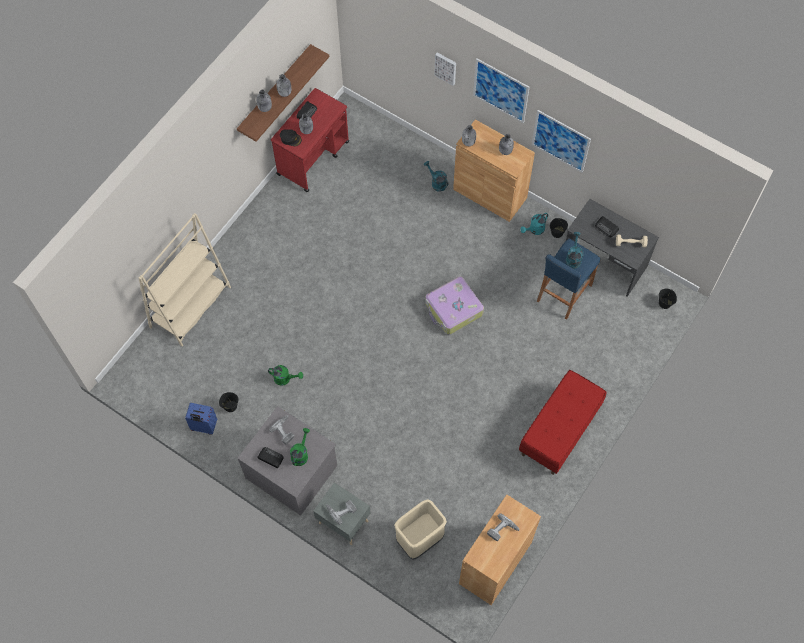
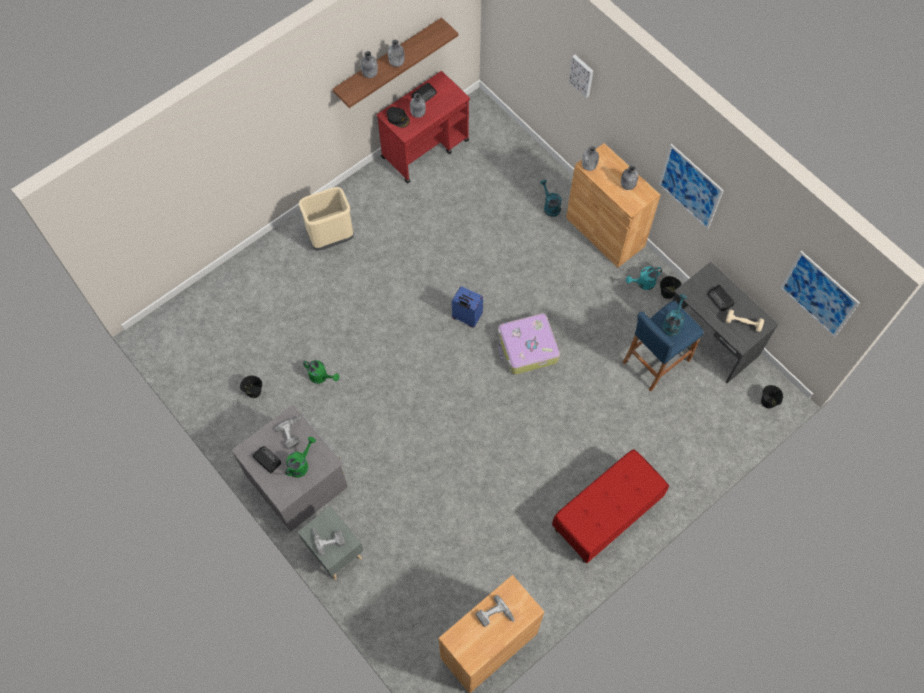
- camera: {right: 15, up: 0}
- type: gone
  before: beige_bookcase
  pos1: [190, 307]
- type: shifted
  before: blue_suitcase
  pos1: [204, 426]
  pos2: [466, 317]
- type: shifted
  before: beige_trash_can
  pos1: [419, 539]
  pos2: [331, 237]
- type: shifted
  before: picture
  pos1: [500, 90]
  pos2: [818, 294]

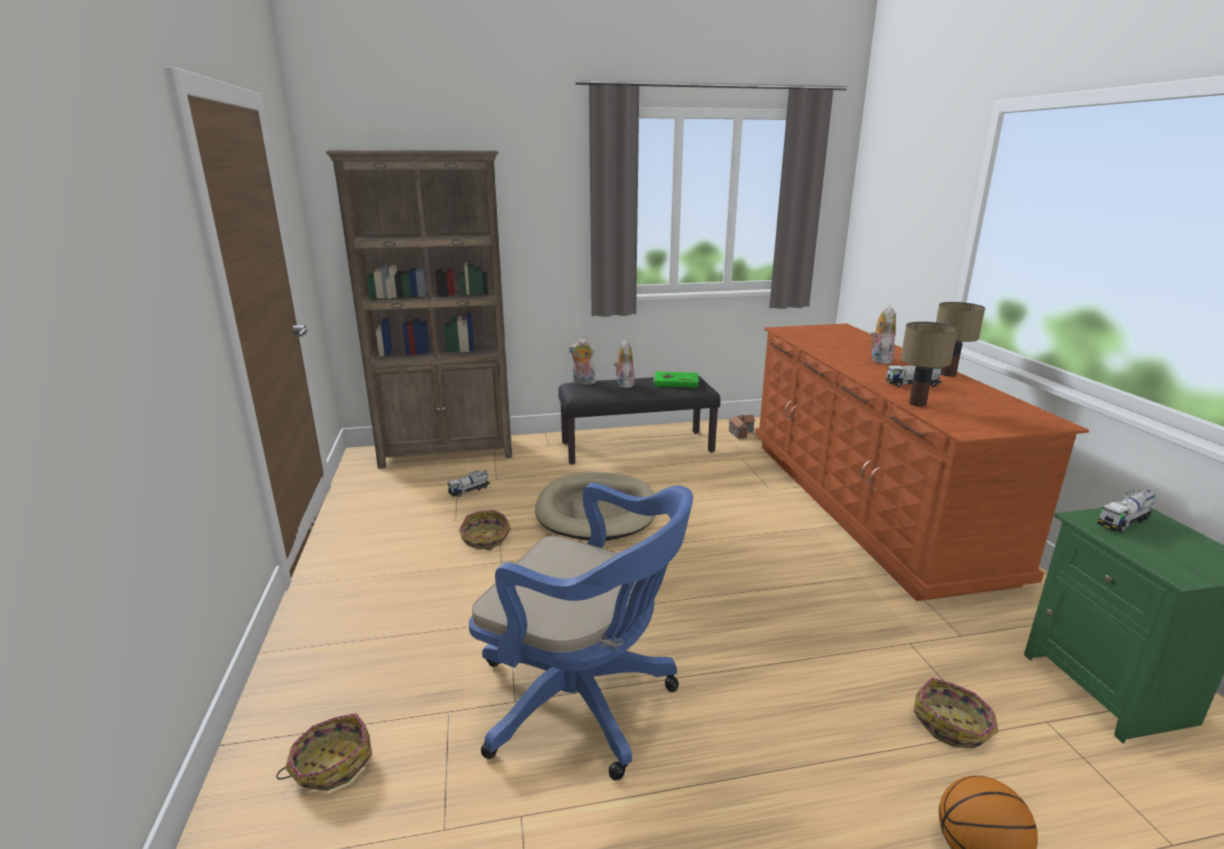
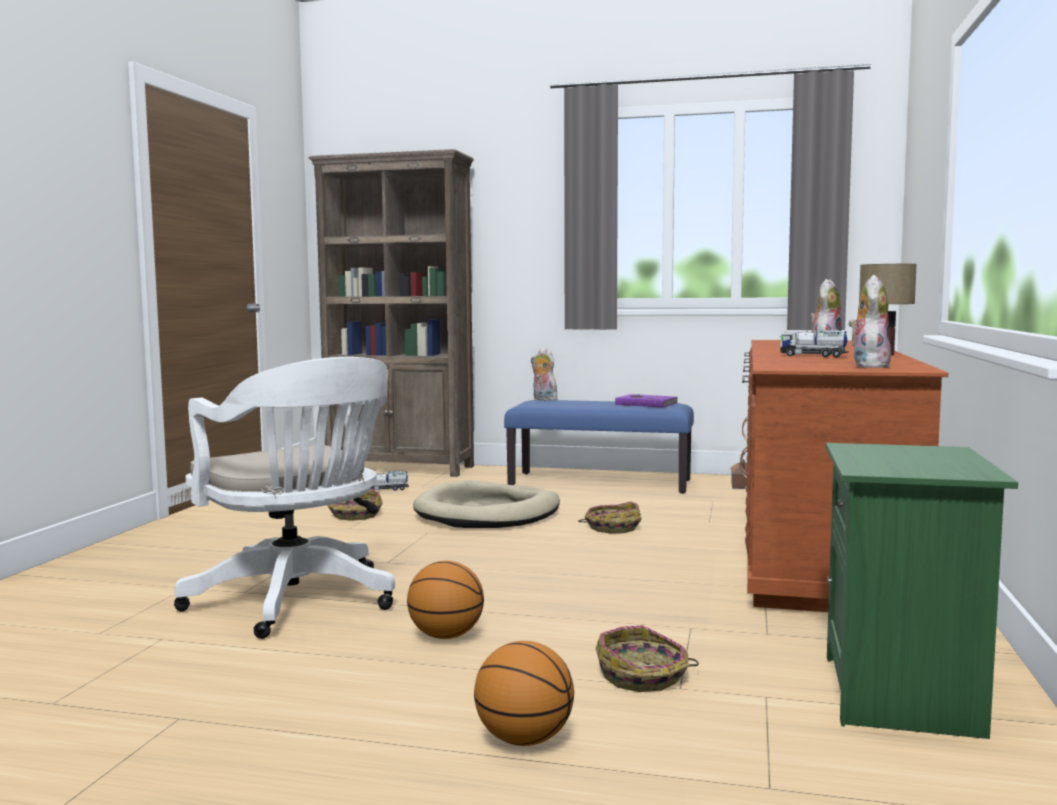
- camera: {right: 25, up: -15}
- type: gone
  before: table_lamp
  pos1: [917, 404]
- type: gone
  before: toy_truck
  pos1: [1123, 522]
- type: new
  after: basketball
  pos2: [446, 636]
- type: shifted
  before: basket
  pos1: [331, 764]
  pos2: [612, 527]
- type: shifted
  before: plush_toy
  pos1: [624, 384]
  pos2: [868, 366]
- type: repainted
  before: blue_office_chair
  after: white_office_chair
  pos1: [584, 703]
  pos2: [298, 602]
- type: repainted
  before: black_bench
  after: blue_bench
  pos1: [637, 447]
  pos2: [600, 482]
- type: repainted
  before: green_book
  after: purple_book
  pos1: [675, 381]
  pos2: [646, 403]

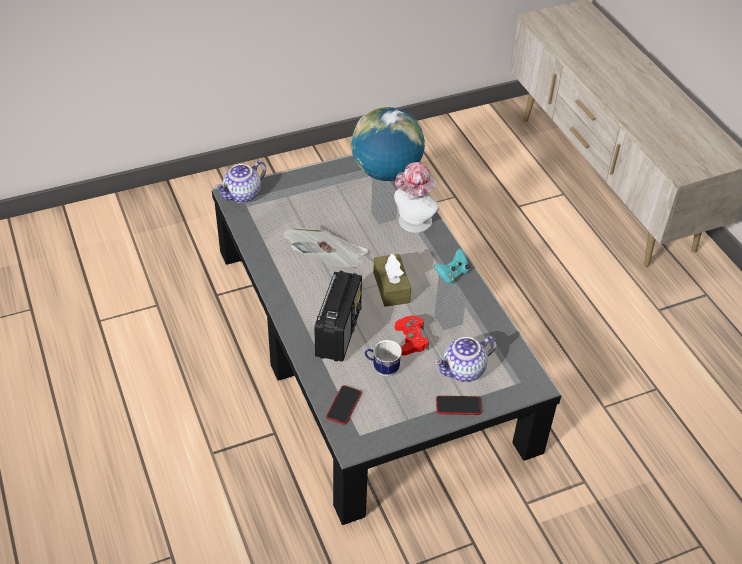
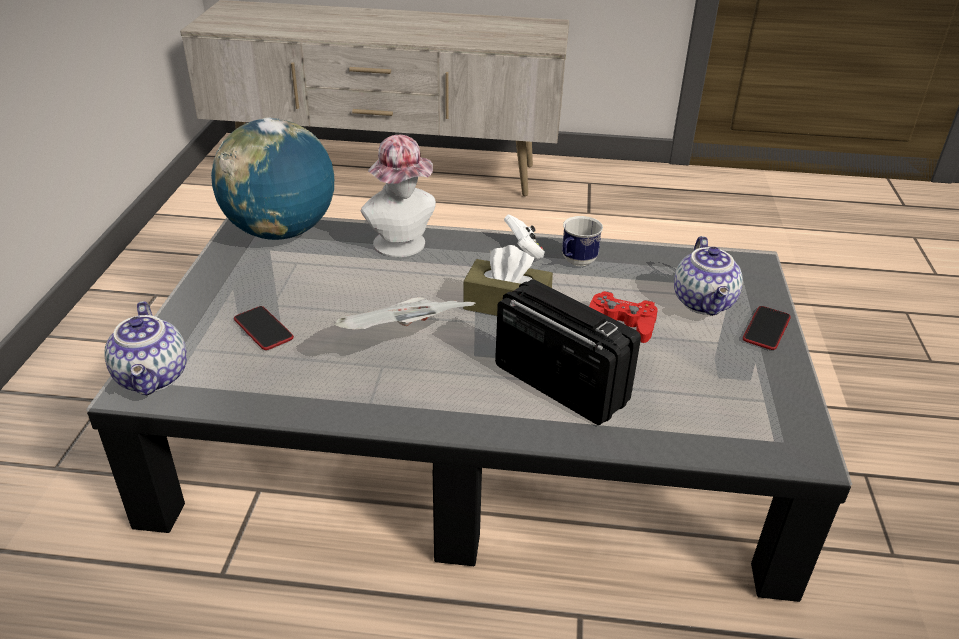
- camera: {right: -60, up: -10}
- type: shifted
  before: phone
  pos1: [344, 405]
  pos2: [263, 329]
- type: shifted
  before: mug
  pos1: [382, 368]
  pos2: [576, 262]
- type: repainted
  before: turquoise_game_controller
  after: white_game_controller
  pos1: [452, 274]
  pos2: [524, 251]

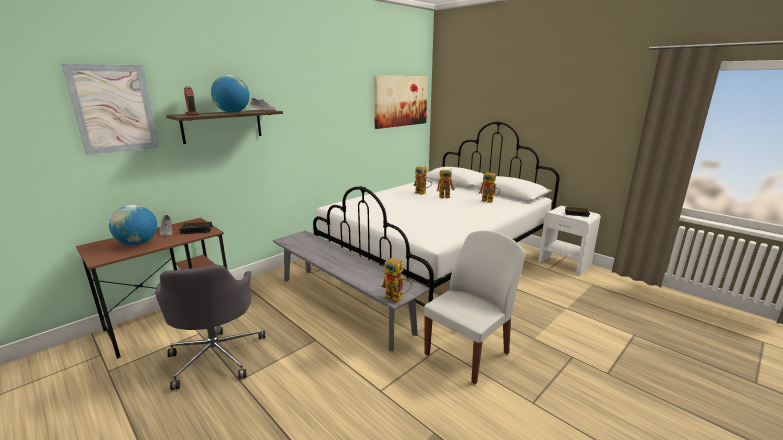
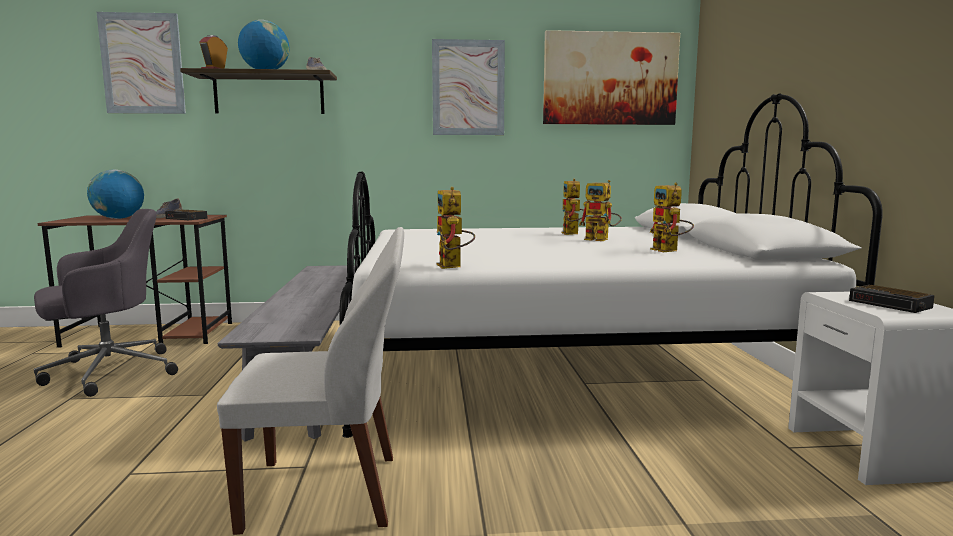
- camera: {right: 40, up: -10}
- type: new
  after: picture
  pos2: [468, 88]
- type: shifted
  before: toy_robot
  pos1: [397, 299]
  pos2: [453, 267]
- type: rotated
  before: grey_office_chair
  pos1: [217, 356]
  pos2: [107, 372]
  turn: -150

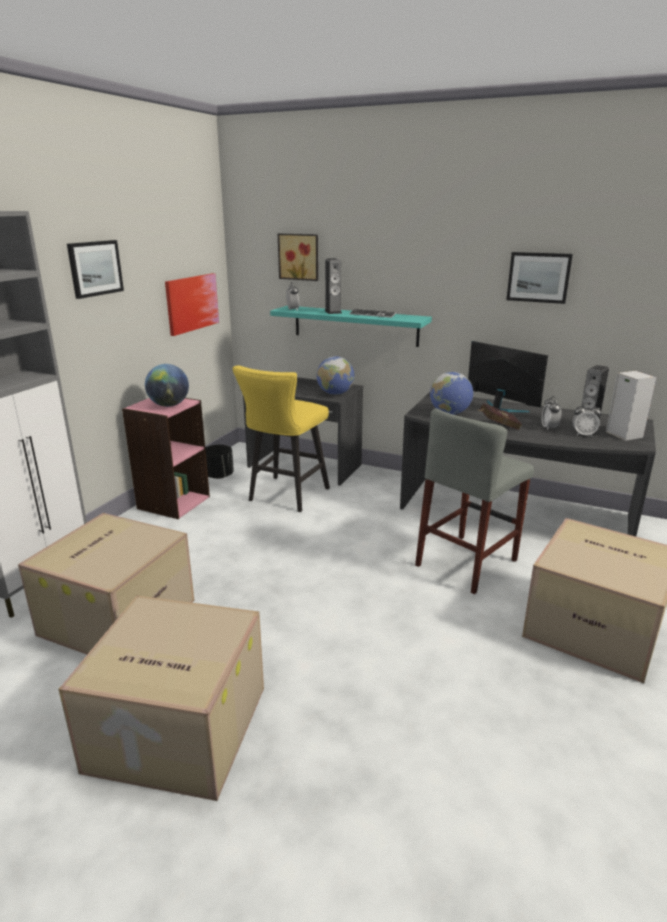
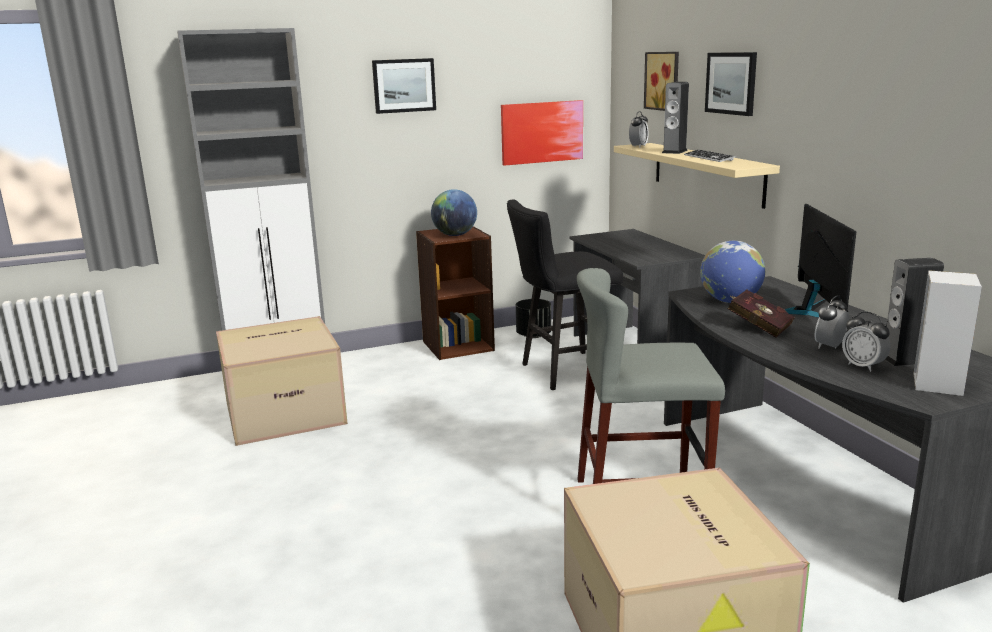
- camera: {right: 45, up: -5}
- type: gone
  before: cardboard_box
  pos1: [175, 729]
- type: gone
  before: globe
  pos1: [335, 393]
- type: shifted
  before: picture
  pos1: [538, 277]
  pos2: [731, 83]
- type: repainted
  before: pink_bookcase
  after: brown_bookcase
  pos1: [173, 502]
  pos2: [458, 345]
- type: repainted
  before: yellow_stool
  after: black_stool
  pos1: [285, 496]
  pos2: [563, 372]
- type: repainted
  before: turquoise_shelf
  after: beige_shelf
  pos1: [355, 325]
  pos2: [706, 173]

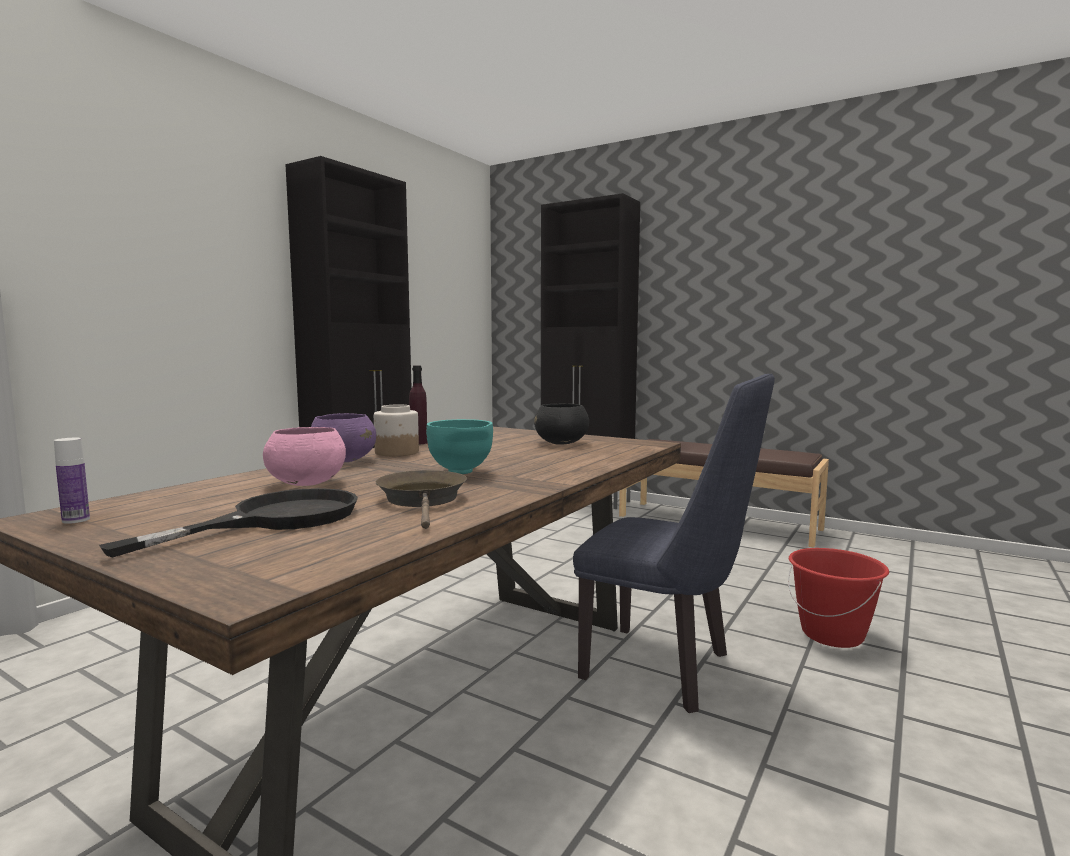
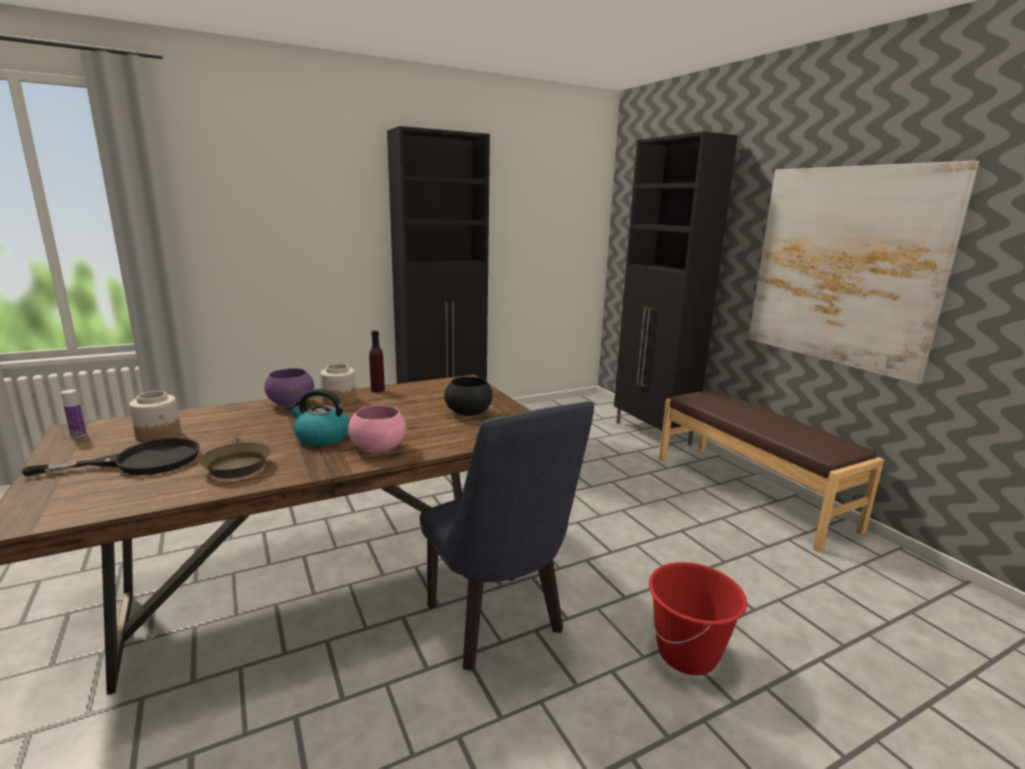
- camera: {right: 30, up: 10}
- type: new
  after: jar
  pos2: [159, 435]
- type: new
  after: picture
  pos2: [844, 267]
- type: shifted
  before: pink_bowl
  pos1: [307, 484]
  pos2: [378, 449]
- type: swapped
  before: turquoise_bowl
  after: kettle
  pos1: [461, 472]
  pos2: [322, 437]
- type: rotated
  before: brown_frying_pan
  pos1: [423, 500]
  pos2: [236, 465]
  turn: 135

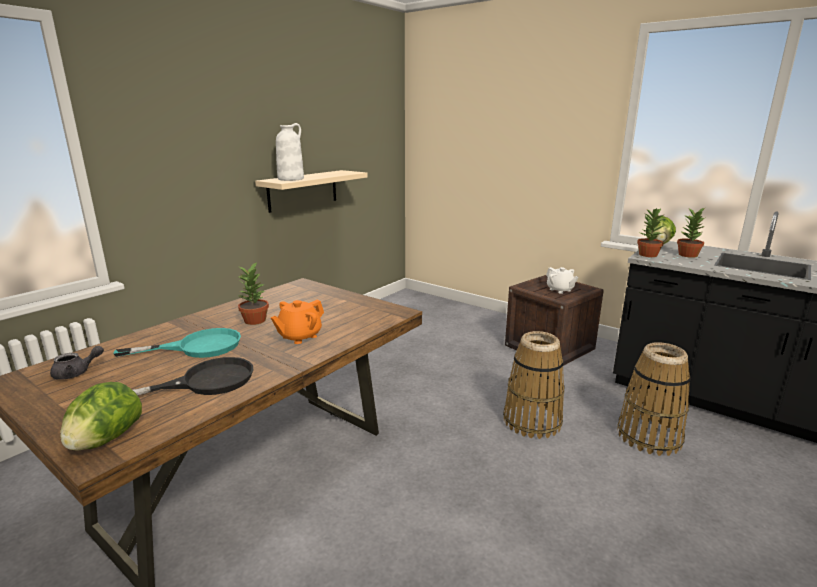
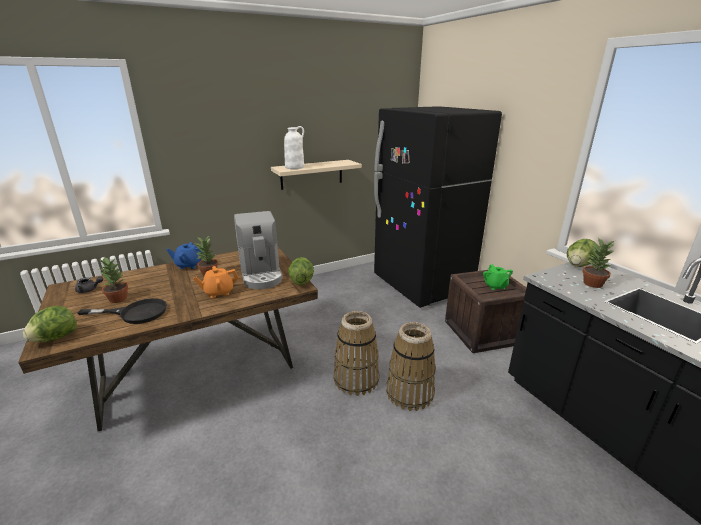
- camera: {right: 25, up: 5}
- type: gone
  before: turquoise_frying_pan
  pos1: [198, 347]
- type: new
  after: blue_teapot
  pos2: [189, 265]
- type: new
  after: coffee_machine
  pos2: [261, 274]
- type: new
  after: lettuce
  pos2: [301, 281]
- type: new
  after: black_fridge
  pos2: [421, 285]
- type: shifted
  before: basket
  pos1: [649, 437]
  pos2: [356, 379]
- type: shifted
  before: potted_plant
  pos1: [647, 255]
  pos2: [118, 299]
- type: repainted
  before: white_teapot
  after: green_teapot
  pos1: [560, 290]
  pos2: [495, 286]

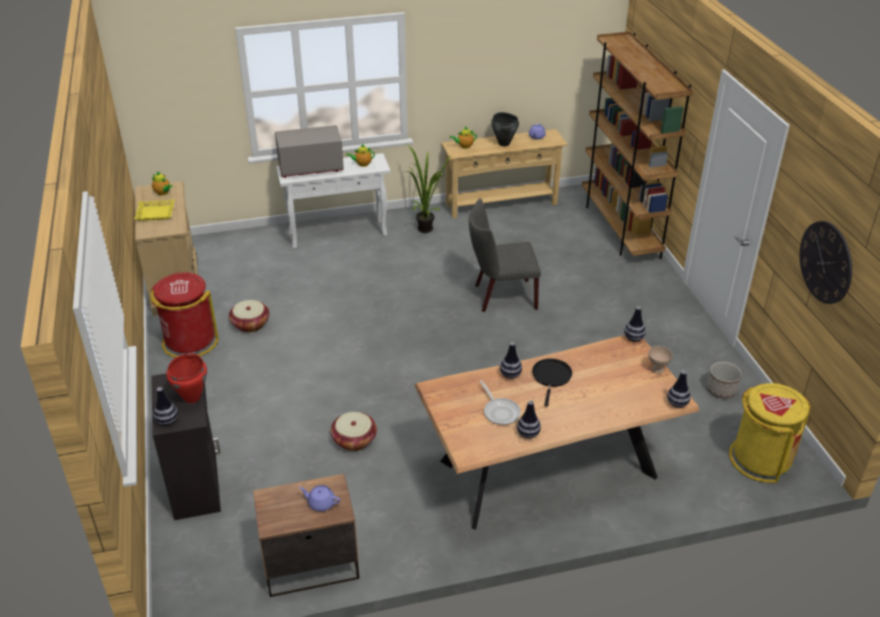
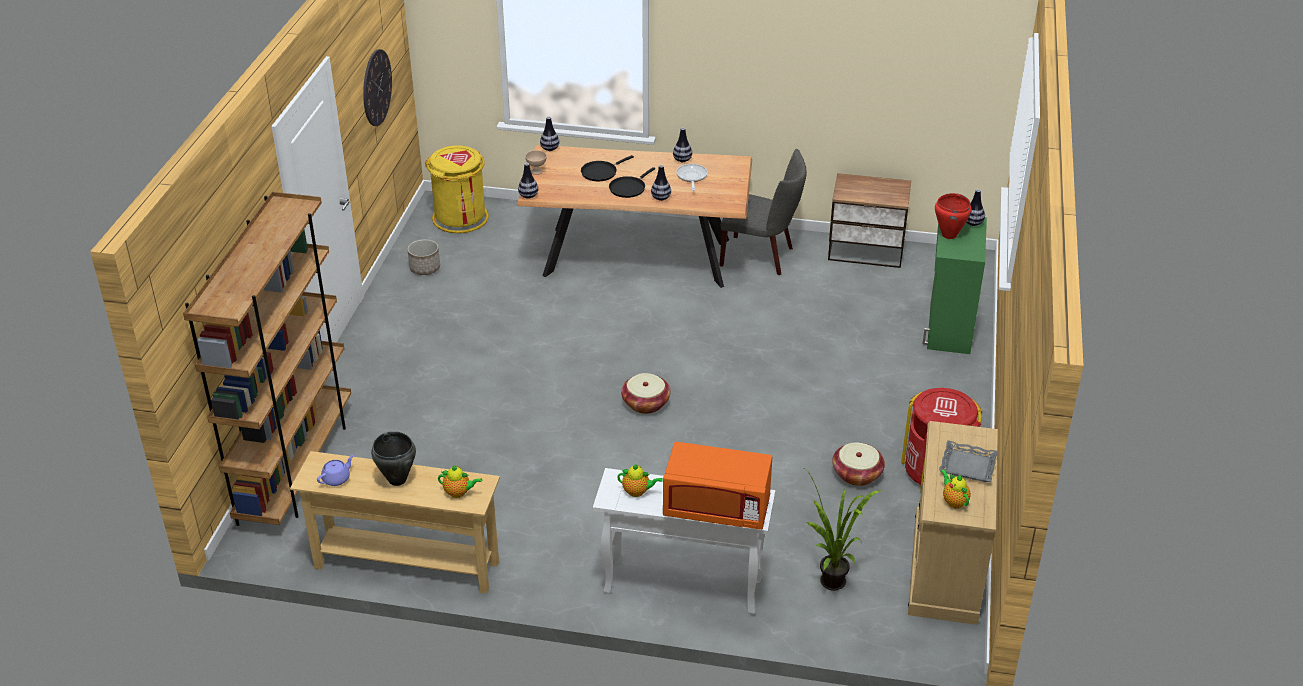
- camera: {right: -155, up: 0}
- type: gone
  before: purple_teapot
  pos1: [321, 503]
- type: new
  after: black_frying_pan
  pos2: [601, 172]
- type: shifted
  before: basket
  pos1: [354, 440]
  pos2: [645, 403]
- type: shifted
  before: potted_plant
  pos1: [424, 227]
  pos2: [832, 587]
- type: shifted
  before: grey_chair
  pos1: [501, 296]
  pos2: [761, 257]
- type: repainted
  before: yellow_tray
  after: grey_tray
  pos1: [155, 213]
  pos2: [968, 465]
- type: repainted
  before: black_cabinet
  after: green_cabinet
  pos1: [197, 484]
  pos2: [948, 328]
- type: repainted
  before: grey_microwave
  after: orange_microwave
  pos1: [310, 168]
  pos2: [717, 508]

